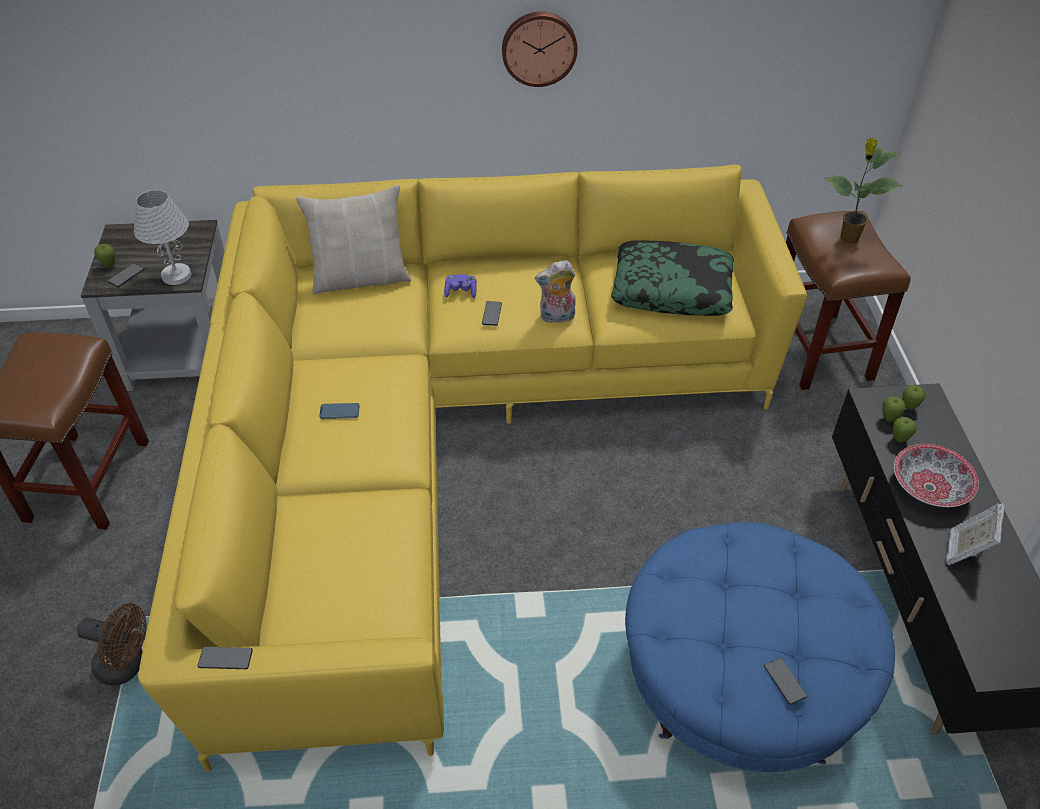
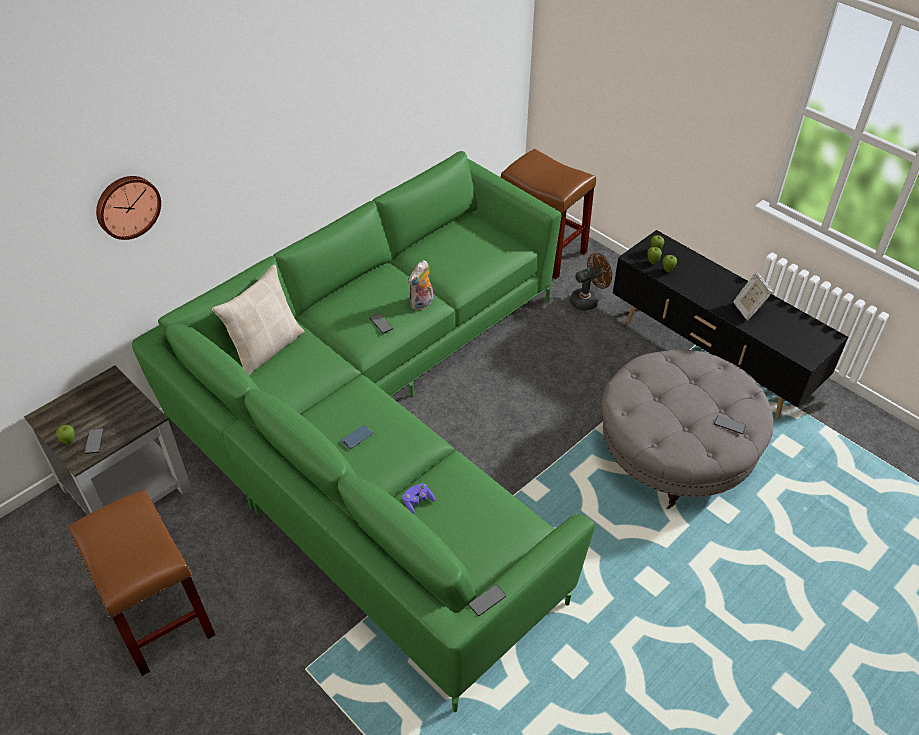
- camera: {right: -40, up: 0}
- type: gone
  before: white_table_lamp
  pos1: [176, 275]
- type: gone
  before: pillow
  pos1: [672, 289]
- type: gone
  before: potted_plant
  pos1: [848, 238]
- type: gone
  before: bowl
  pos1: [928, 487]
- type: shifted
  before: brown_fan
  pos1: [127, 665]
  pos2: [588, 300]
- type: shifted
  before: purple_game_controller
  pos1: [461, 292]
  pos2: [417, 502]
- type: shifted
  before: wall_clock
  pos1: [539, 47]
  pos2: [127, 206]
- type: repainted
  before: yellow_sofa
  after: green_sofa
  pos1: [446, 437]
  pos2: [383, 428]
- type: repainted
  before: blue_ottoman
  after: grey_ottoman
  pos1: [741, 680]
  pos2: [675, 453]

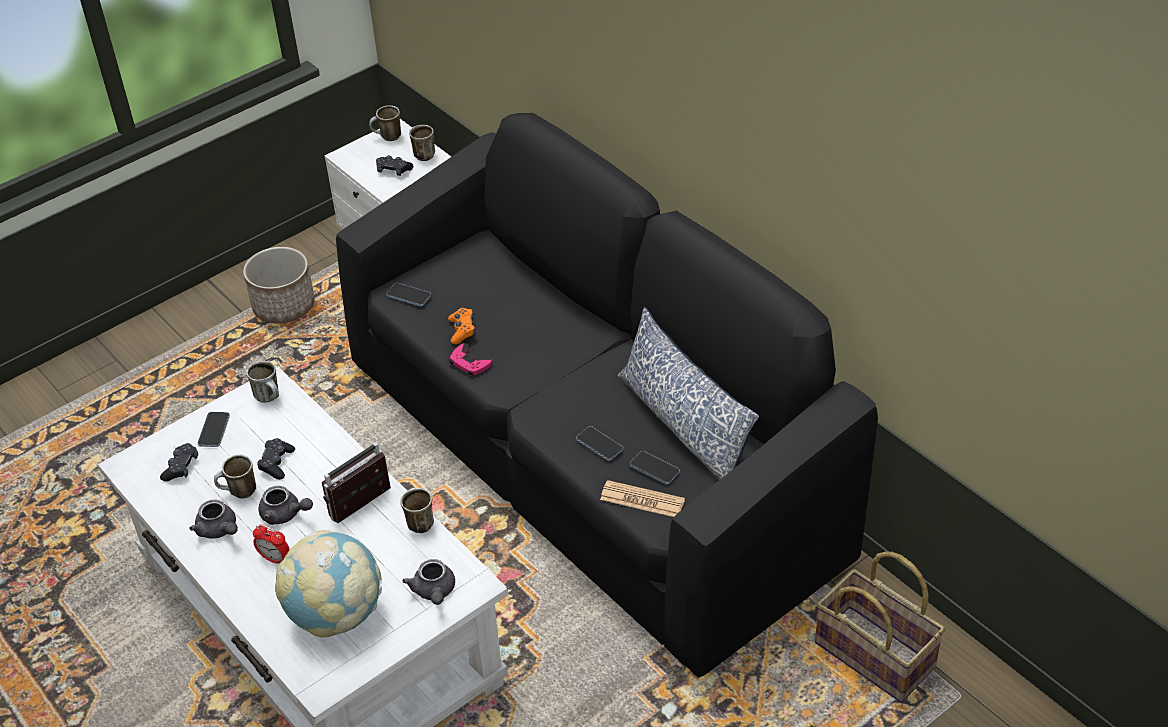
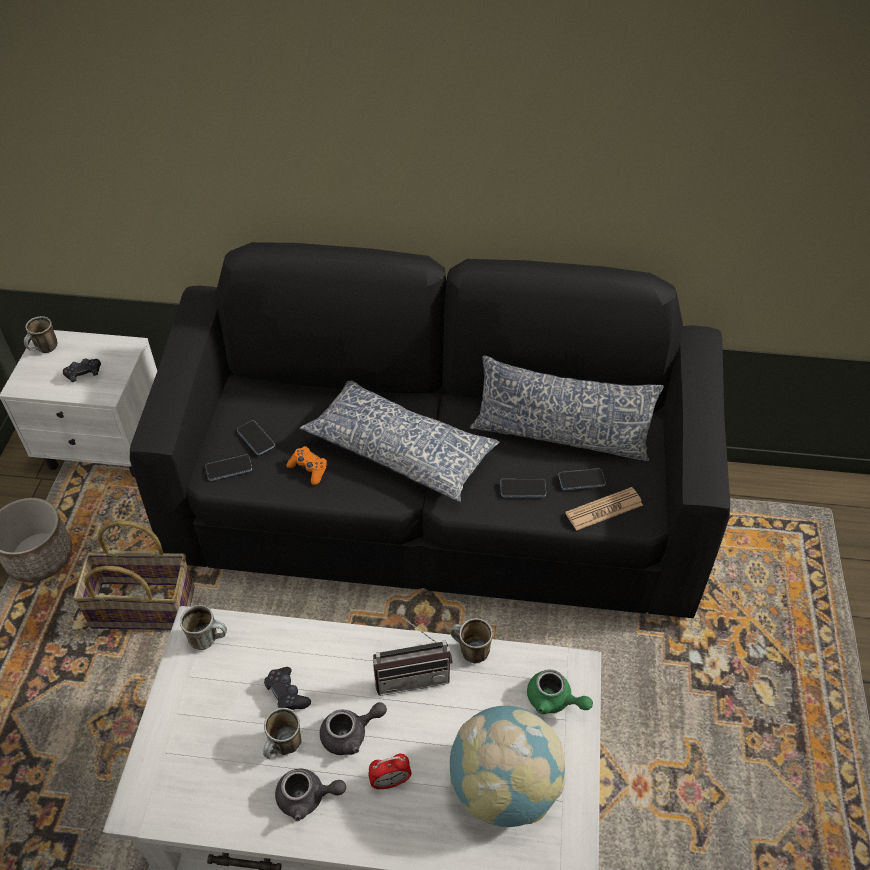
- camera: {right: -45, up: 5}
- type: gone
  before: black_game_controller
  pos1: [181, 467]
- type: gone
  before: mug
  pos1: [424, 153]
- type: gone
  before: pink_game_controller
  pos1: [469, 363]
- type: new
  after: pillow
  pos2: [400, 449]
- type: shifted
  before: phone
  pos1: [214, 430]
  pos2: [256, 439]
- type: shifted
  before: basket
  pos1: [876, 654]
  pos2: [144, 606]
- type: repainted
  before: grey_teapot
  after: green_teapot
  pos1: [434, 592]
  pos2: [554, 700]
- type: rotated
  before: radio
  pos1: [364, 508]
  pos2: [412, 674]
  turn: -105

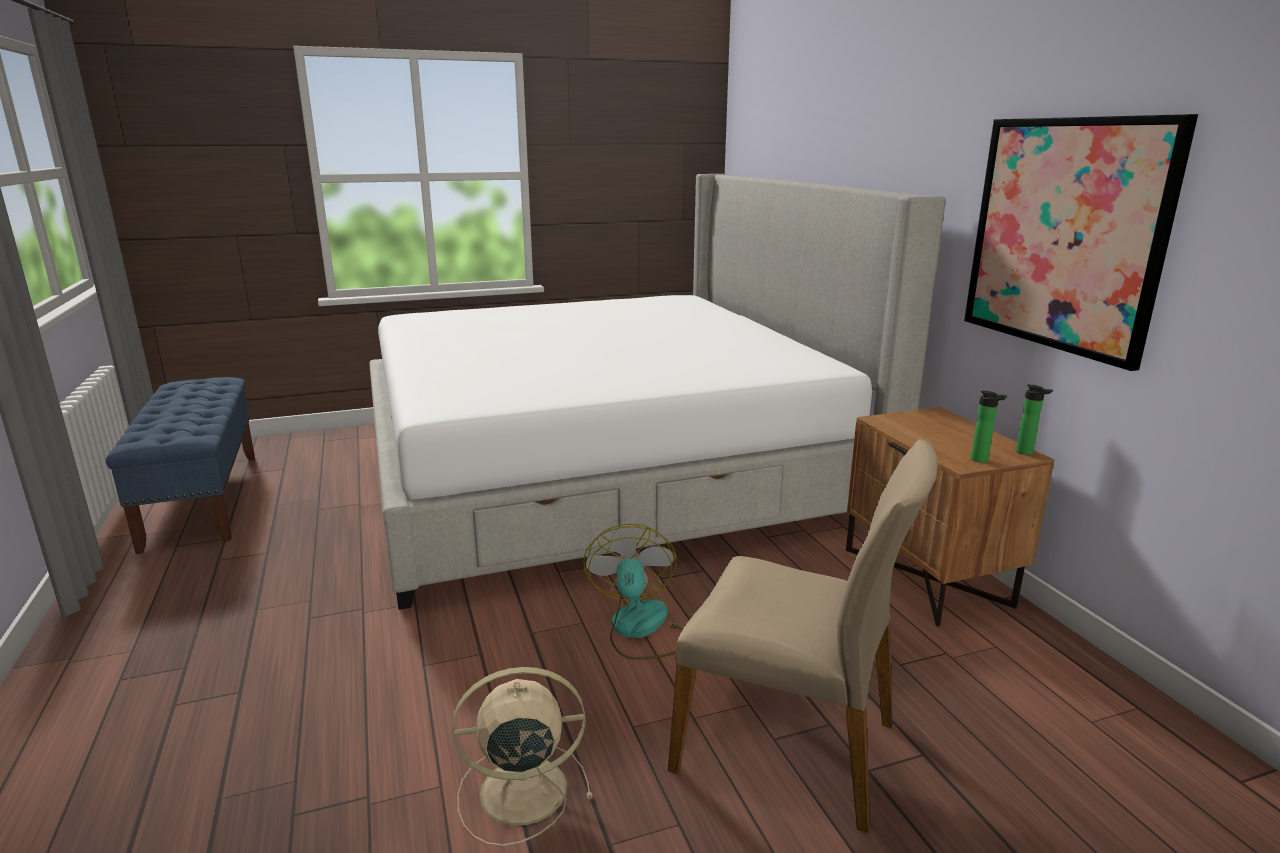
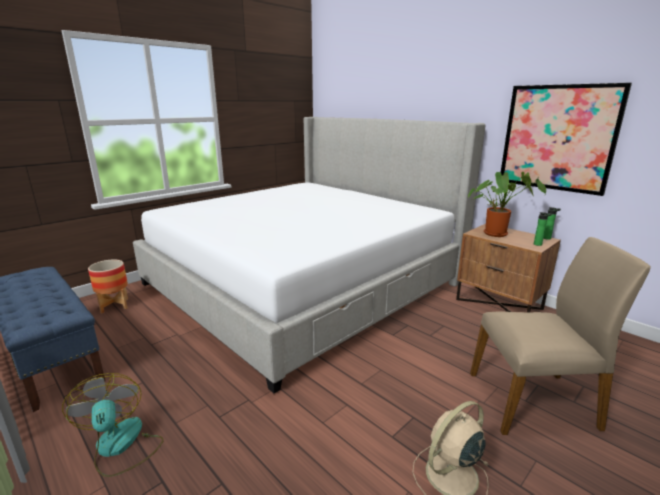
- camera: {right: -25, up: 0}
- type: new
  after: planter
  pos2: [114, 305]
- type: new
  after: potted_plant
  pos2: [497, 233]
- type: shifted
  before: fan
  pos1: [641, 629]
  pos2: [120, 446]

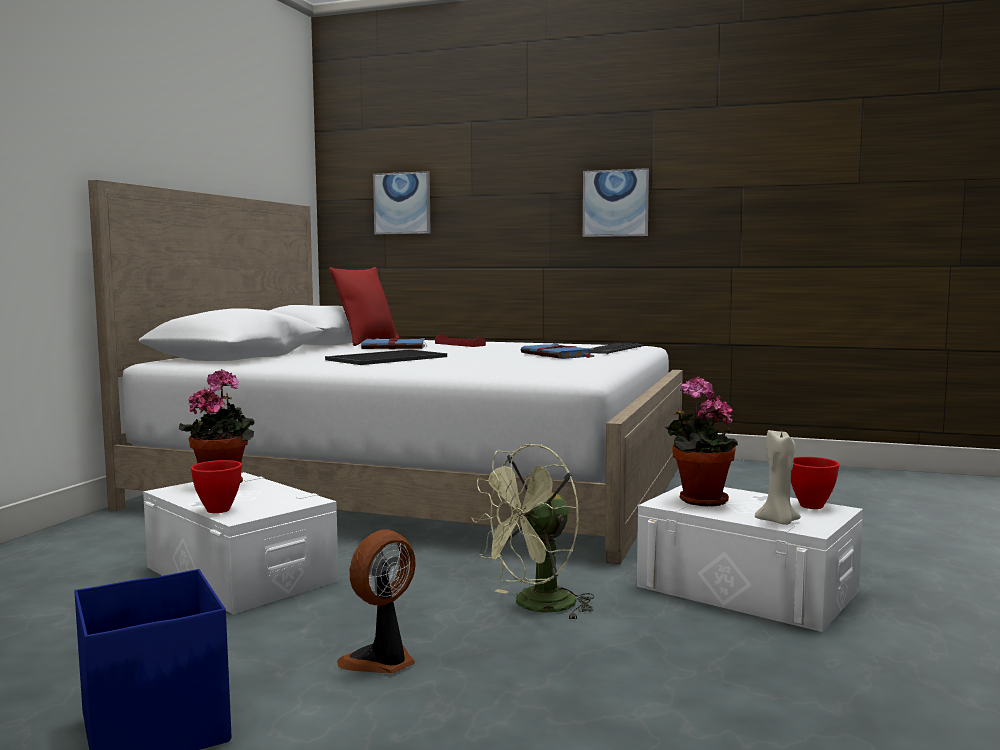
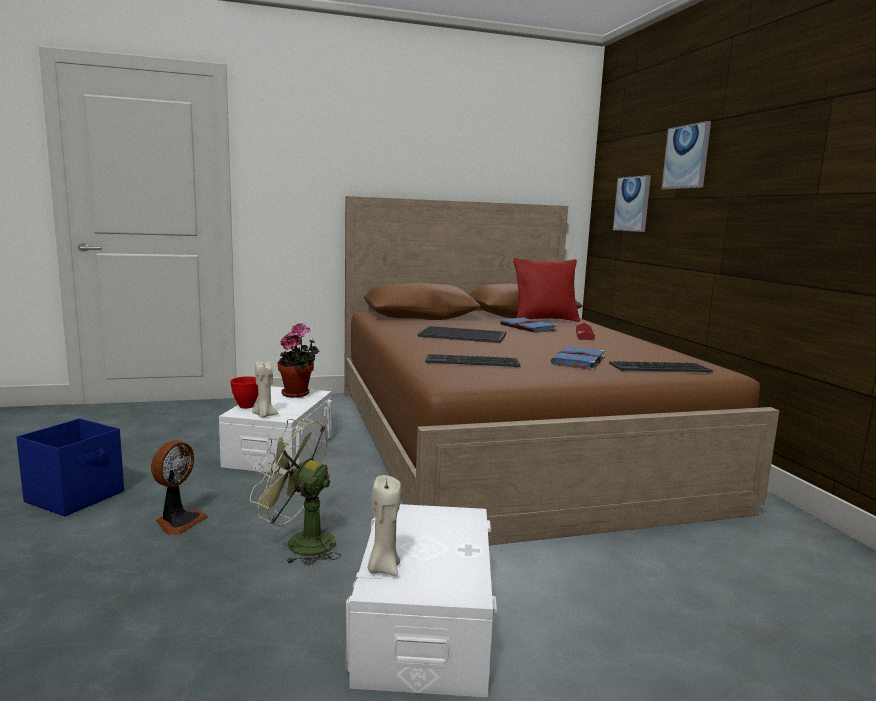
- camera: {right: 55, up: 5}
- type: gone
  before: potted_plant
  pos1: [698, 500]
- type: gone
  before: red_bowl
  pos1: [810, 505]
- type: new
  after: beige_candle
  pos2: [264, 415]
- type: new
  after: keyboard
  pos2: [472, 361]
- type: shifted
  before: picture
  pos1: [615, 203]
  pos2: [686, 157]
- type: repainted
  before: white_bed
  after: brown_bed
  pos1: [422, 484]
  pos2: [508, 441]
- type: rotated
  before: fan
  pos1: [382, 661]
  pos2: [178, 522]
  turn: 105

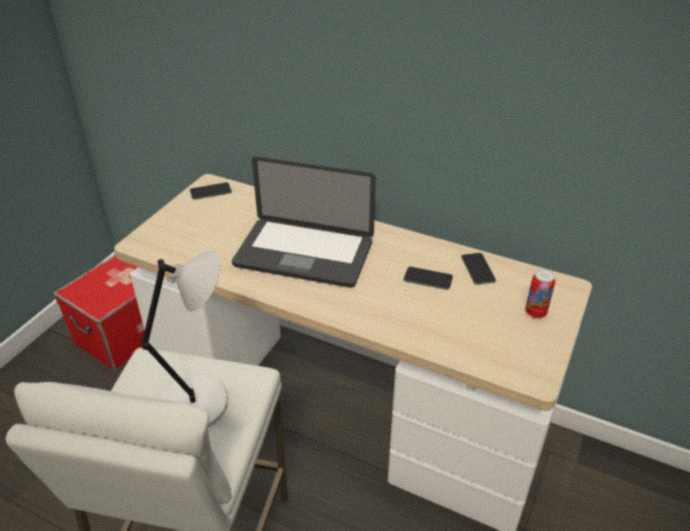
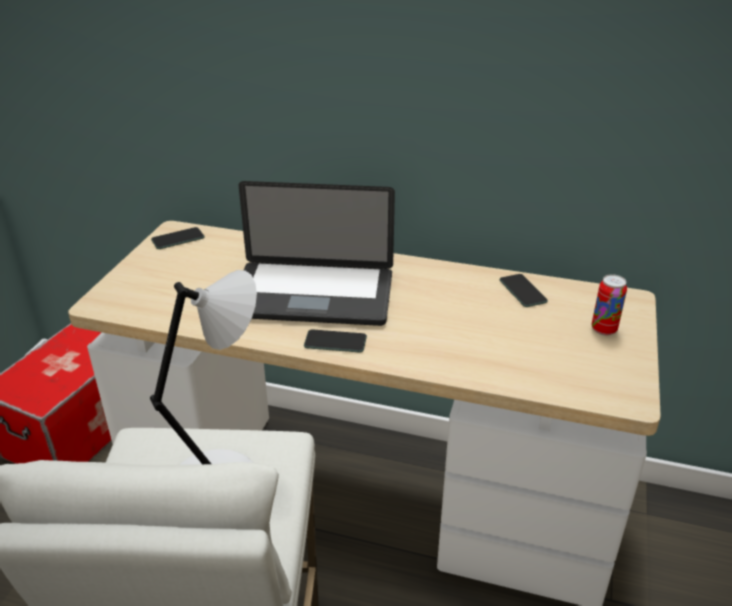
- camera: {right: -10, up: -5}
- type: shifted
  before: phone
  pos1: [428, 279]
  pos2: [335, 342]

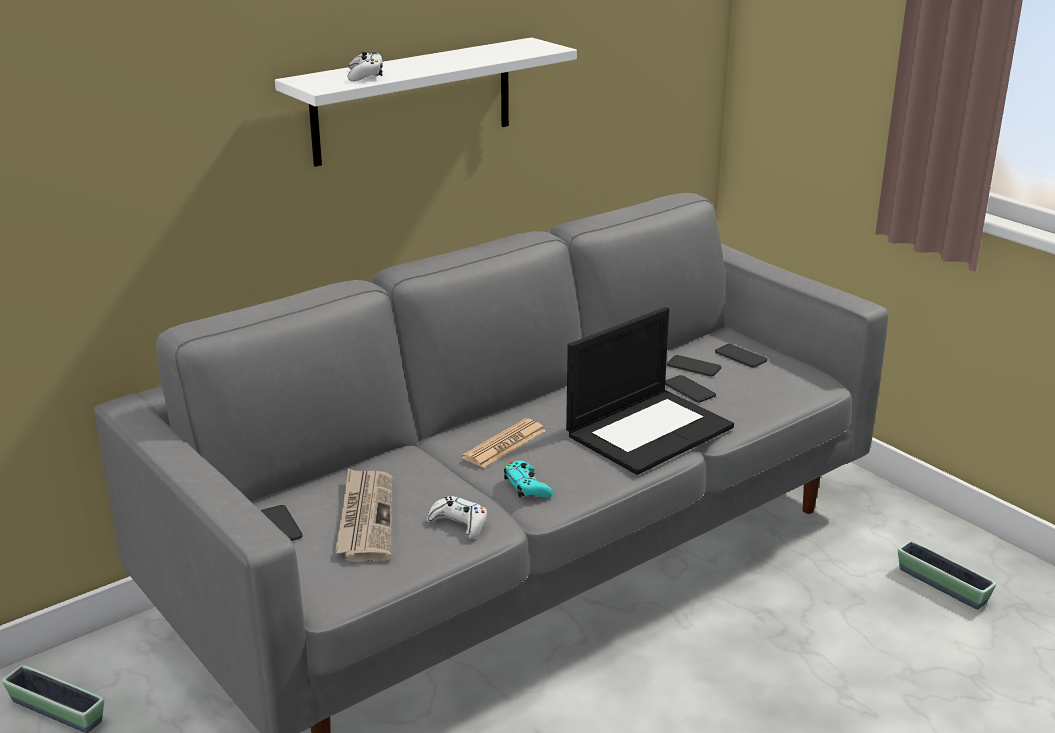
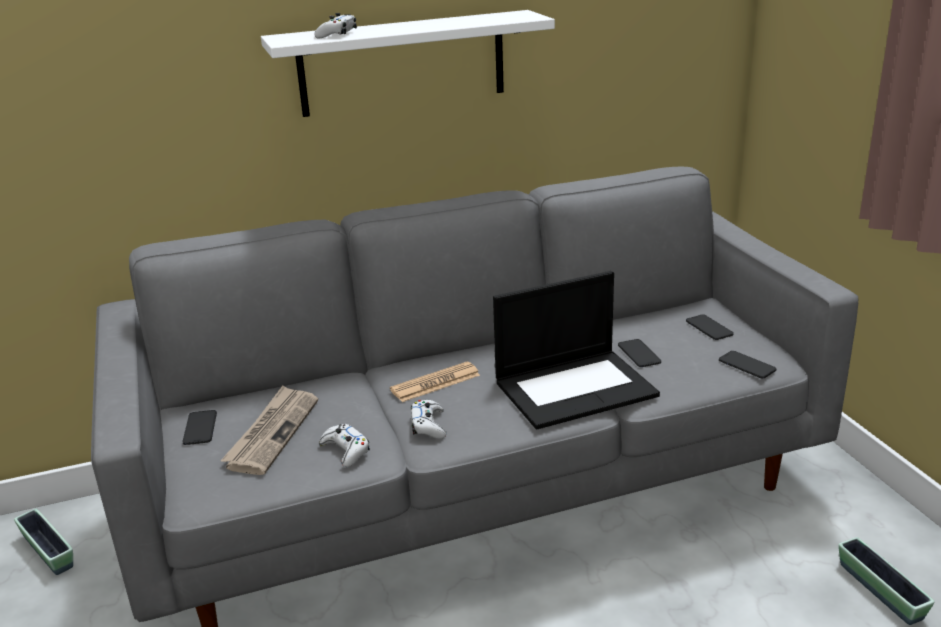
- camera: {right: 20, up: 0}
- type: shifted
  before: phone
  pos1: [693, 366]
  pos2: [747, 365]
- type: repainted
  before: turquoise_game_controller
  after: white_game_controller
  pos1: [527, 487]
  pos2: [428, 425]

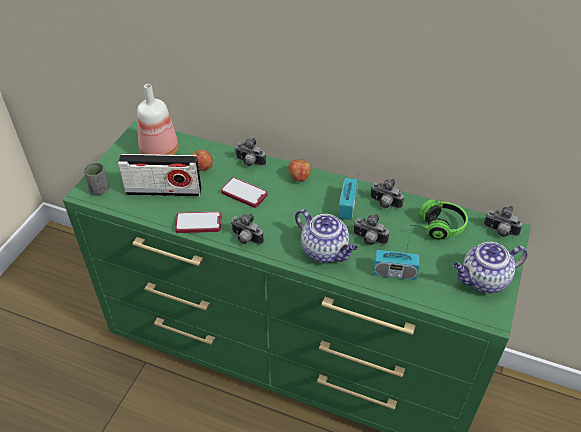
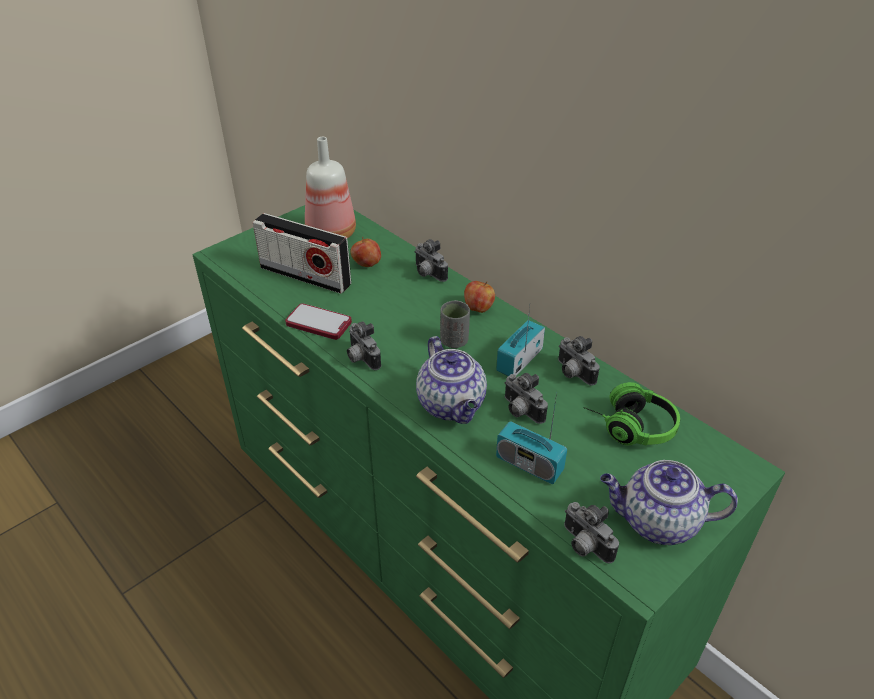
- camera: {right: 25, up: -5}
- type: gone
  before: phone
  pos1: [244, 193]
- type: shifted
  before: grey_cup
  pos1: [99, 189]
  pos2: [454, 341]
- type: shifted
  before: photo_camera
  pos1: [500, 232]
  pos2: [584, 546]

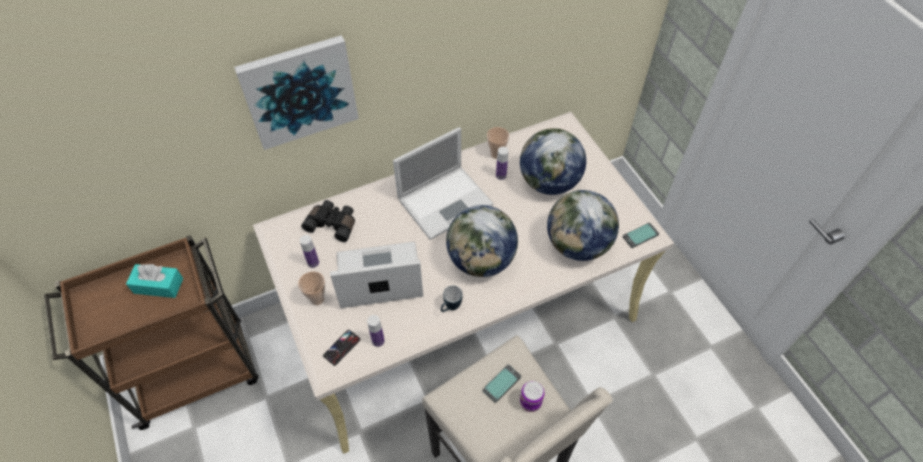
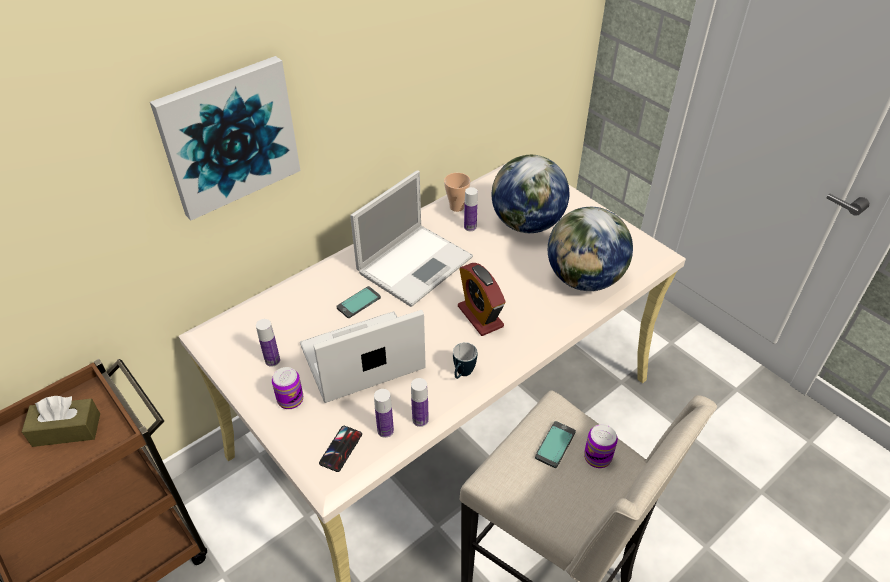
- camera: {right: -15, up: -10}
- type: gone
  before: black_binoculars
  pos1: [333, 224]
- type: new
  after: bottle
  pos2: [420, 420]
- type: shifted
  before: phone
  pos1: [640, 236]
  pos2: [359, 303]
- type: swapped
  before: cup
  after: can
  pos1: [317, 298]
  pos2: [290, 399]
- type: swapped
  before: globe
  after: alarm_clock
  pos1: [481, 260]
  pos2: [480, 316]
- type: repainted
  before: turquoise_tissue_box
  after: brown_tissue_box
  pos1: [158, 286]
  pos2: [66, 430]

